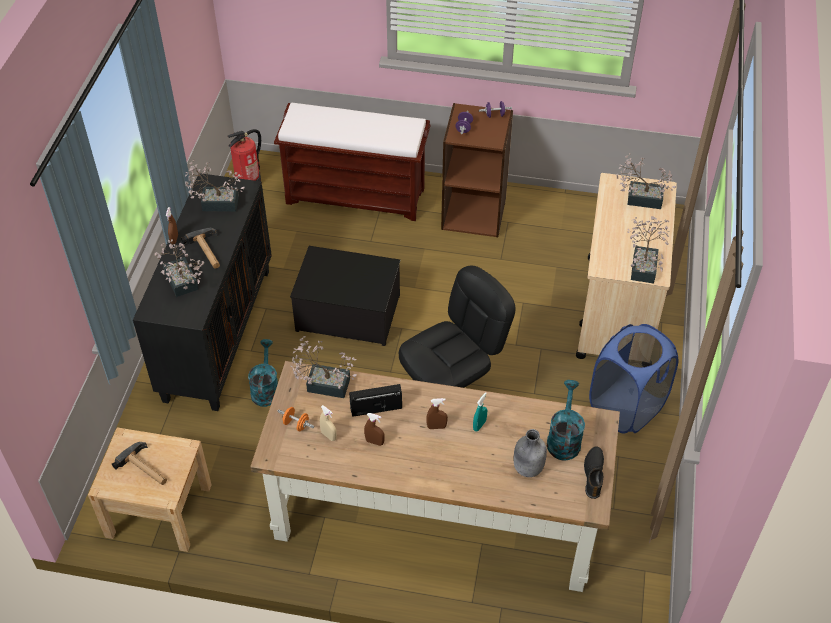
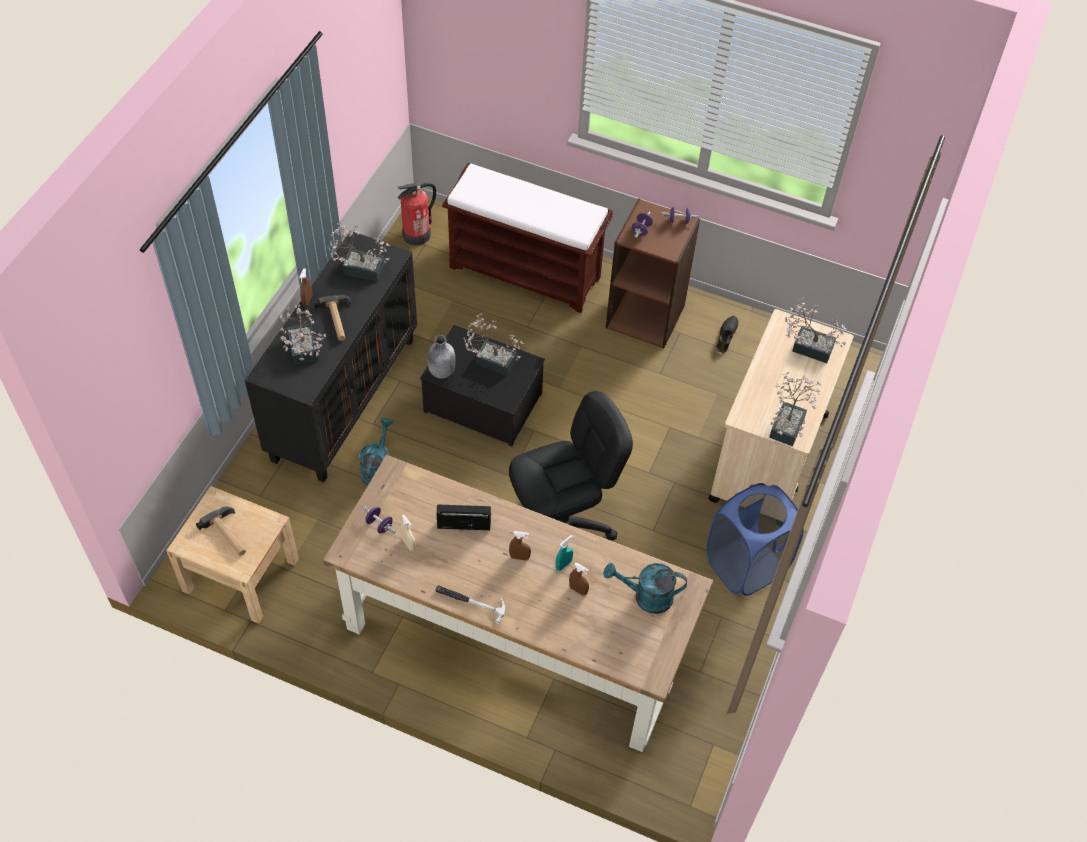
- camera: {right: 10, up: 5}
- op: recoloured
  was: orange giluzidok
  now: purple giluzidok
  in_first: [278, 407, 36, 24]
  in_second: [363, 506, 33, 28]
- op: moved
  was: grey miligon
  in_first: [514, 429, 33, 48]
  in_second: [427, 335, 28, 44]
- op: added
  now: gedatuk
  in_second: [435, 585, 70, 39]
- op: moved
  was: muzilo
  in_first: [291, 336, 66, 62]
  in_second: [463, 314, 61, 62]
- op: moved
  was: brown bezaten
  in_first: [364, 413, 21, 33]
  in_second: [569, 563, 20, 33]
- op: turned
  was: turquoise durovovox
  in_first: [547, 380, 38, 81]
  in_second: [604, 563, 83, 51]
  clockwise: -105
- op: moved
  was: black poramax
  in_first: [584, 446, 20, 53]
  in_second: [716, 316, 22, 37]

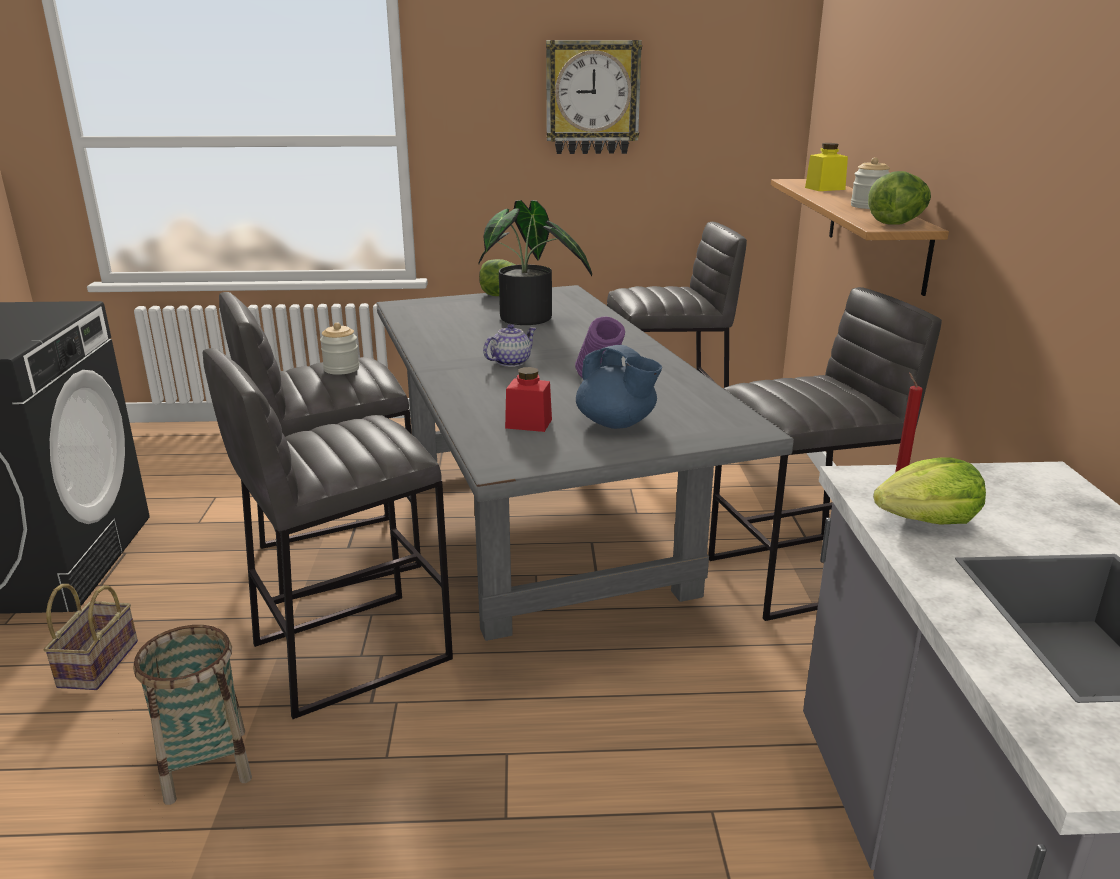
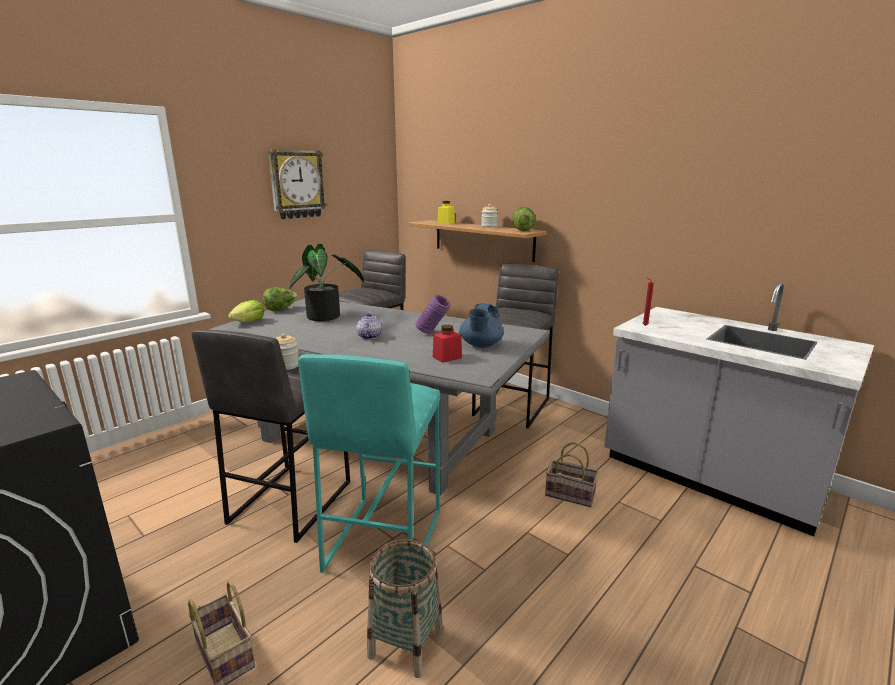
- camera: {right: -45, up: -5}
- op: moved
  was: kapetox
  in_first: [873, 457, 113, 67]
  in_second: [228, 300, 36, 22]
- op: recoloured
  was: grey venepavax
  now: turquoise venepavax
  in_first: [202, 348, 251, 371]
  in_second: [298, 354, 142, 219]
- op: turned
  was: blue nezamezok
  in_first: [576, 345, 86, 84]
  in_second: [459, 303, 45, 45]
  clockwise: 105
- op: added
  now: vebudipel
  in_second: [545, 442, 54, 65]

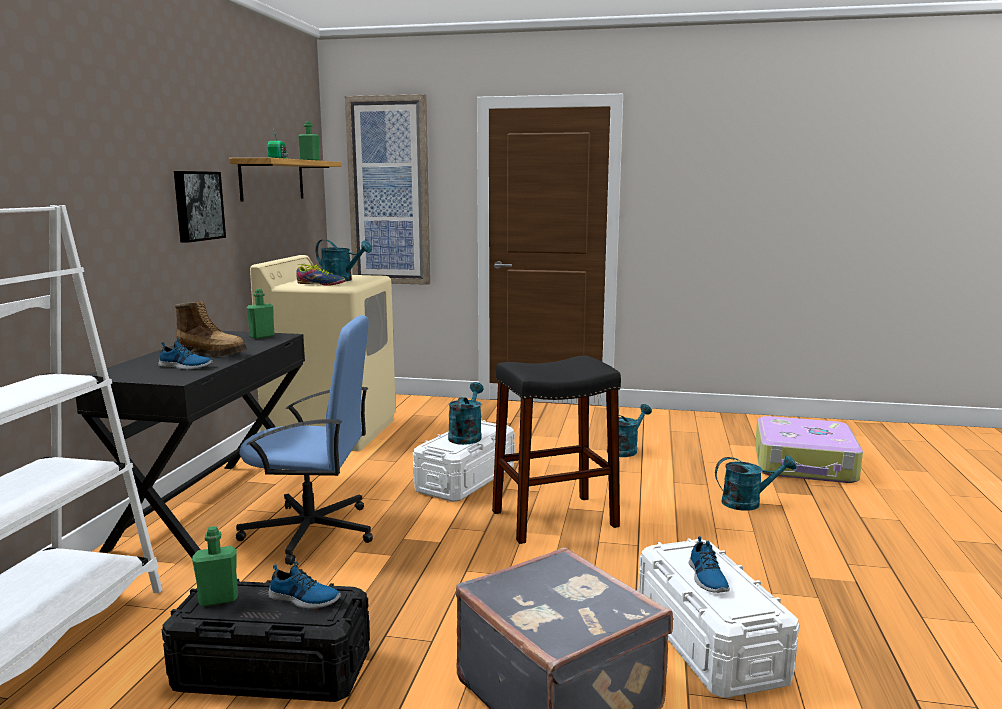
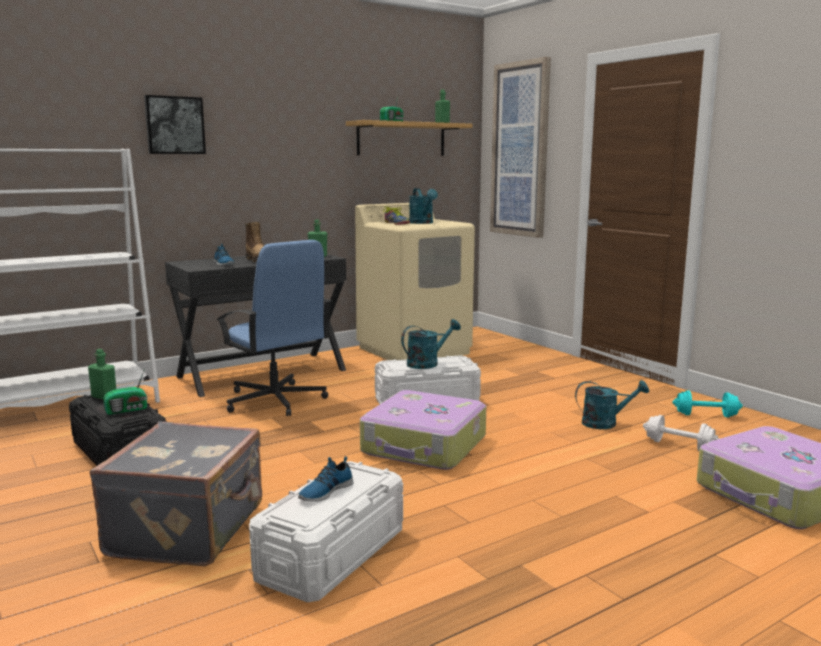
- camera: {right: 45, up: 0}
- op: replaced
  was: poramax
  now: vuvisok
  in_first: [269, 561, 72, 48]
  in_second: [103, 369, 44, 46]
- op: moved
  was: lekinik
  in_first: [174, 171, 52, 72]
  in_second: [144, 95, 62, 59]
- op: replaced
  was: black venepavax
  now: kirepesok
  in_first: [492, 355, 129, 189]
  in_second: [360, 390, 126, 80]
- op: added
  now: white giluzidok
  in_second: [643, 415, 77, 36]
- op: added
  now: turquoise giluzidok
  in_second: [672, 391, 71, 27]
- op: removed
  was: turquoise durovovox
  in_first: [715, 455, 82, 56]

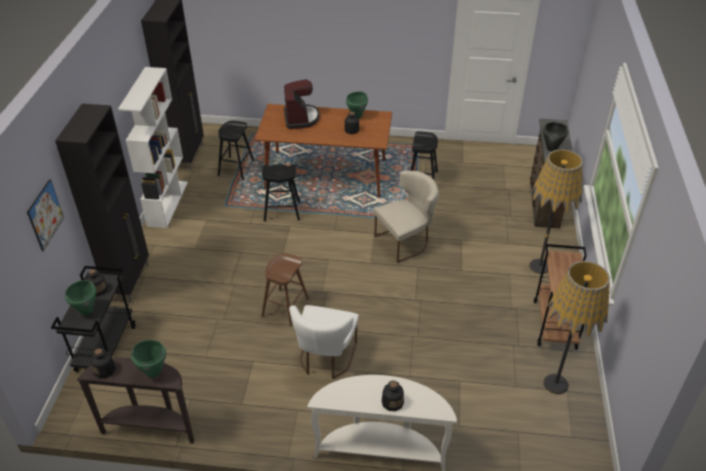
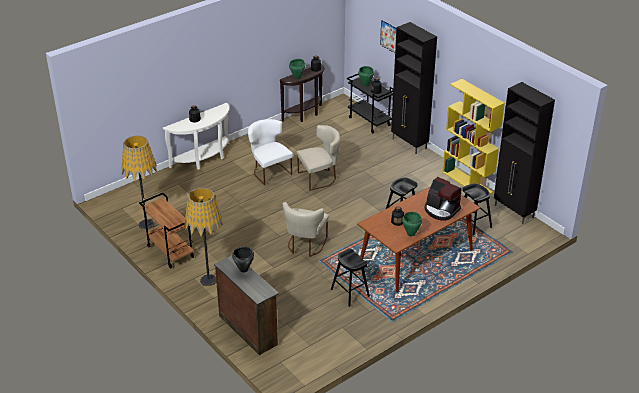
- camera: {right: 135, up: -5}
- op: replaced
  was: brown venepavax
  now: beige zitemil
  in_first: [261, 253, 48, 73]
  in_second: [297, 125, 44, 66]
- op: recoloured
  was: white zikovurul
  now: yellow zikovurul
  in_first: [118, 67, 70, 161]
  in_second: [442, 79, 63, 115]

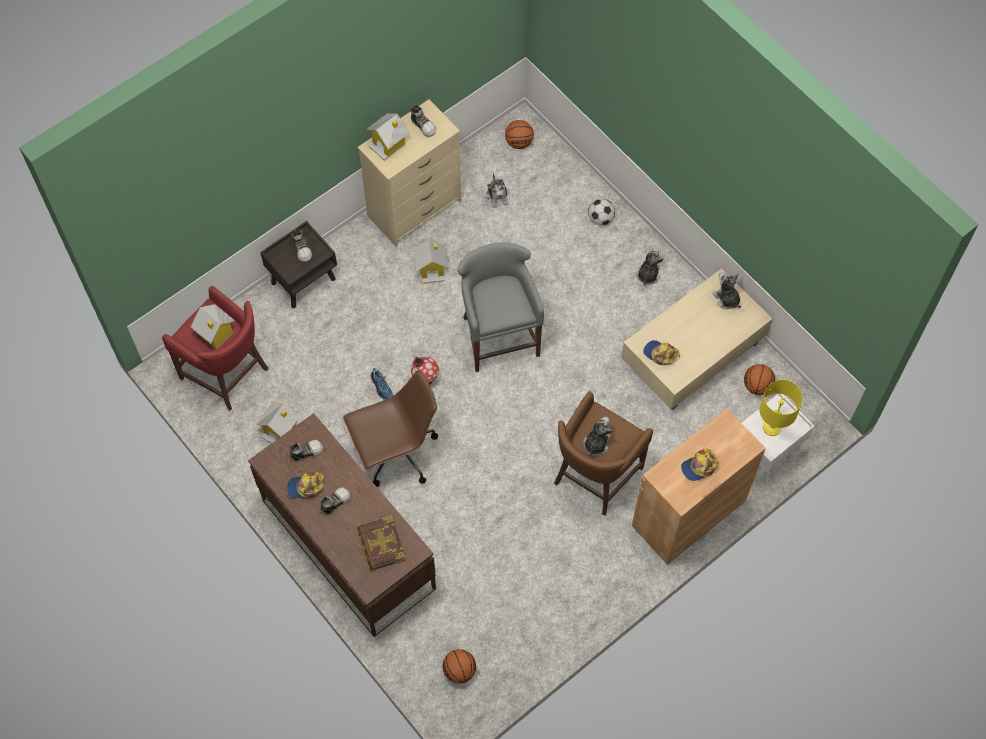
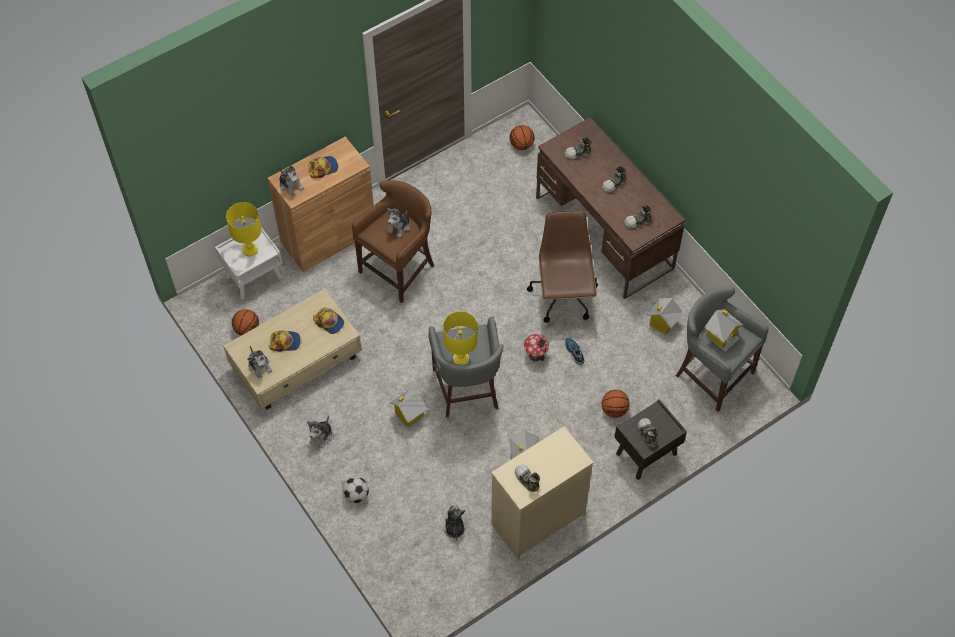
- camera: {right: -175, up: -5}
- op: moved
  was: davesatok
  in_first: [287, 472, 38, 26]
  in_second: [269, 331, 32, 21]
- op: added
  now: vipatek
  in_second: [279, 166, 25, 30]
- op: moved
  was: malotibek
  in_first: [366, 113, 43, 48]
  in_second: [390, 389, 37, 39]
- op: added
  now: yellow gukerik
  in_second: [443, 311, 35, 53]
- op: turned
  was: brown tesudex
  in_first: [343, 370, 95, 117]
  in_second: [527, 210, 71, 113]
  clockwise: 105
- op: replaced
  was: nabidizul
  now: poramax
  in_first: [357, 515, 49, 55]
  in_second: [565, 138, 26, 22]
- op: moved
  was: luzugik
  in_first: [505, 120, 29, 29]
  in_second: [602, 390, 28, 28]
- op: recoloured
  was: red venepavax
  now: grey venepavax
  in_first: [162, 286, 107, 125]
  in_second: [676, 287, 93, 125]

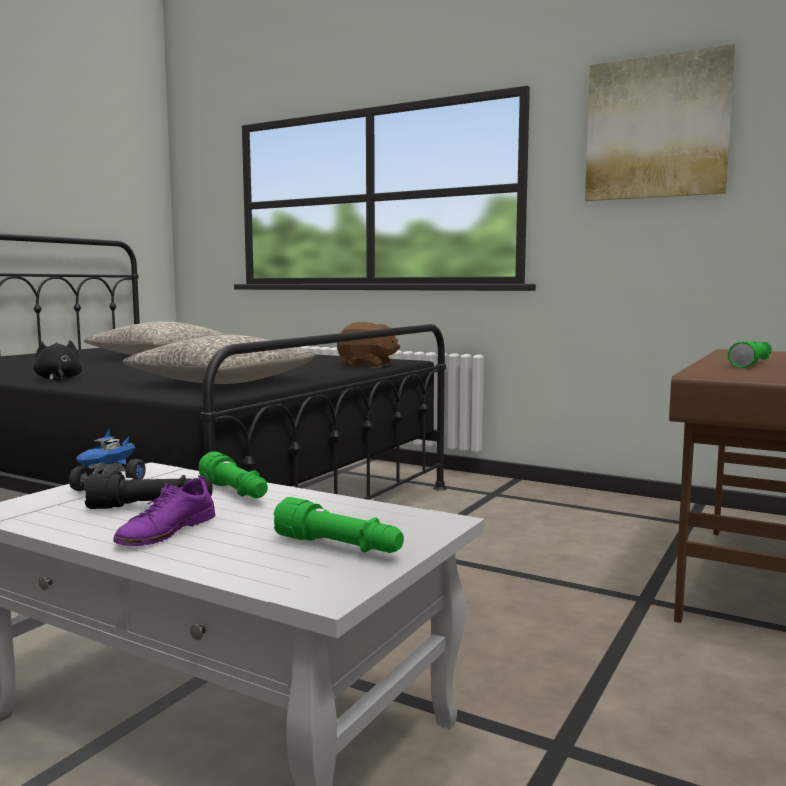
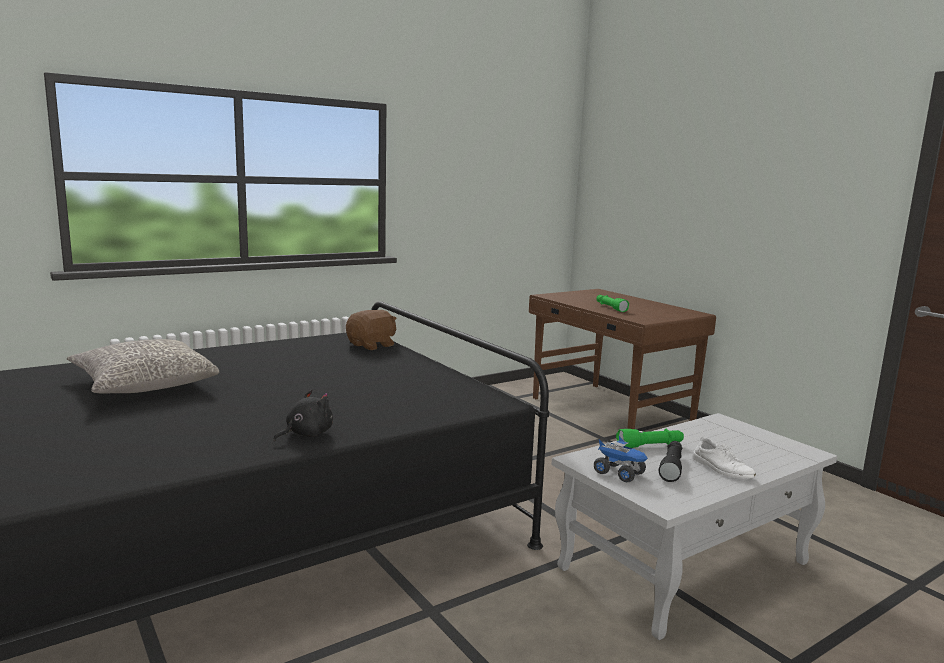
- camera: {right: -65, up: 5}
- op: turned
  was: black vipatek
  in_first: [33, 340, 49, 40]
  in_second: [273, 390, 60, 51]
  clockwise: 135
- op: recoloured
  was: purple poramax
  now: white poramax
  in_first: [113, 475, 102, 71]
  in_second: [692, 436, 64, 43]
- op: removed
  was: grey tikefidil
  in_first: [123, 335, 193, 49]
- op: removed
  was: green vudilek
  in_first: [274, 497, 130, 56]
- op: removed
  was: lekinik
  in_first: [585, 44, 150, 157]

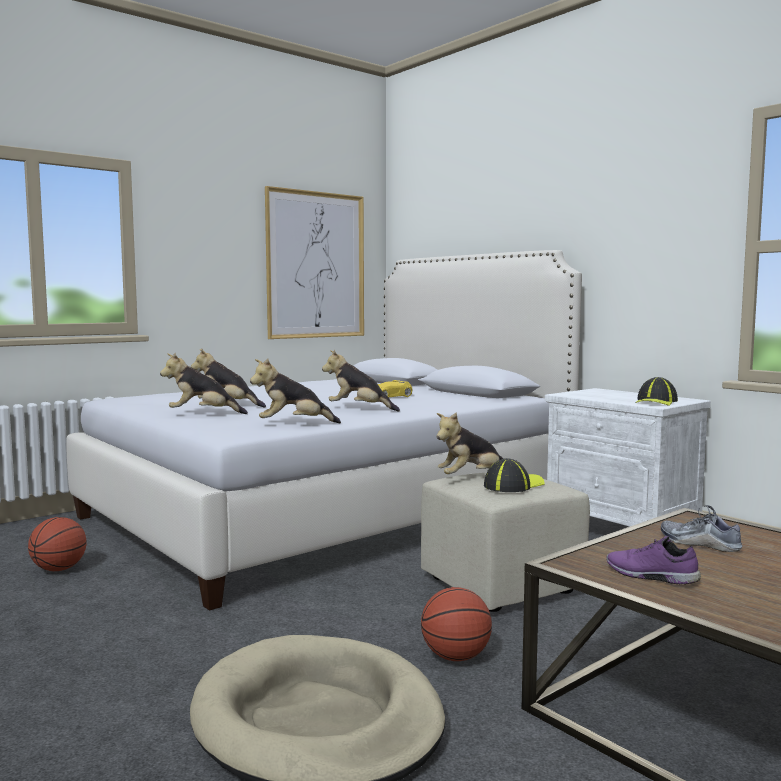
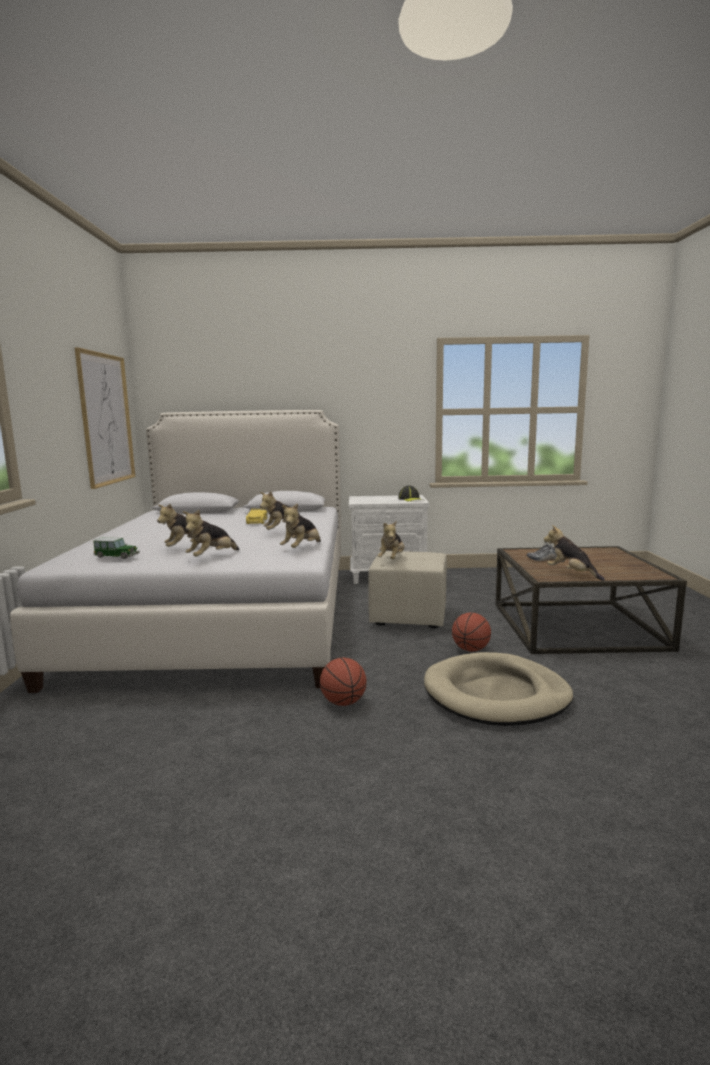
- camera: {right: -50, up: 5}
- op: added
  now: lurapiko
  in_second: [93, 537, 47, 22]
- op: moved
  was: luzugik
  in_first: [28, 517, 59, 54]
  in_second: [320, 657, 47, 49]
- op: replaced
  was: purple poramax
  now: vipatek
  in_first: [606, 536, 95, 49]
  in_second: [544, 525, 61, 56]
- op: removed
  was: davesatok
  in_first: [484, 458, 61, 34]

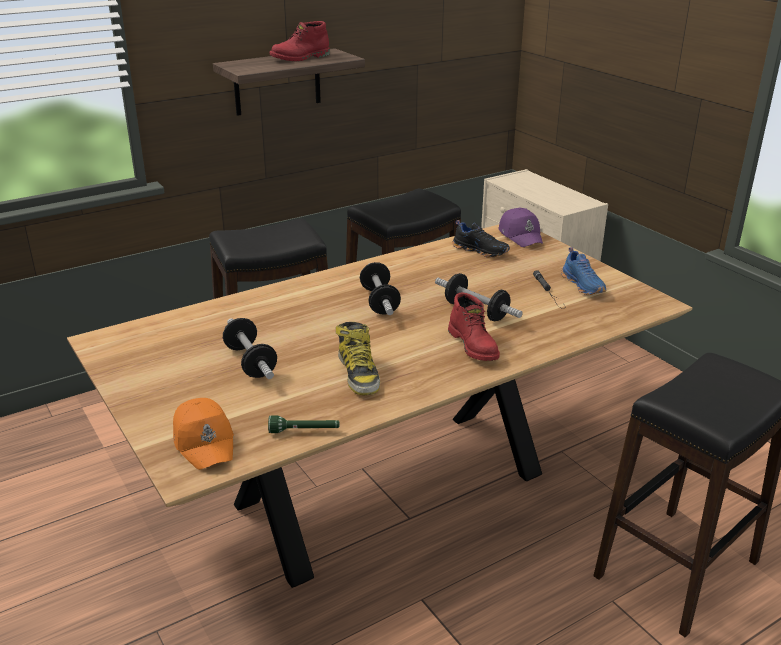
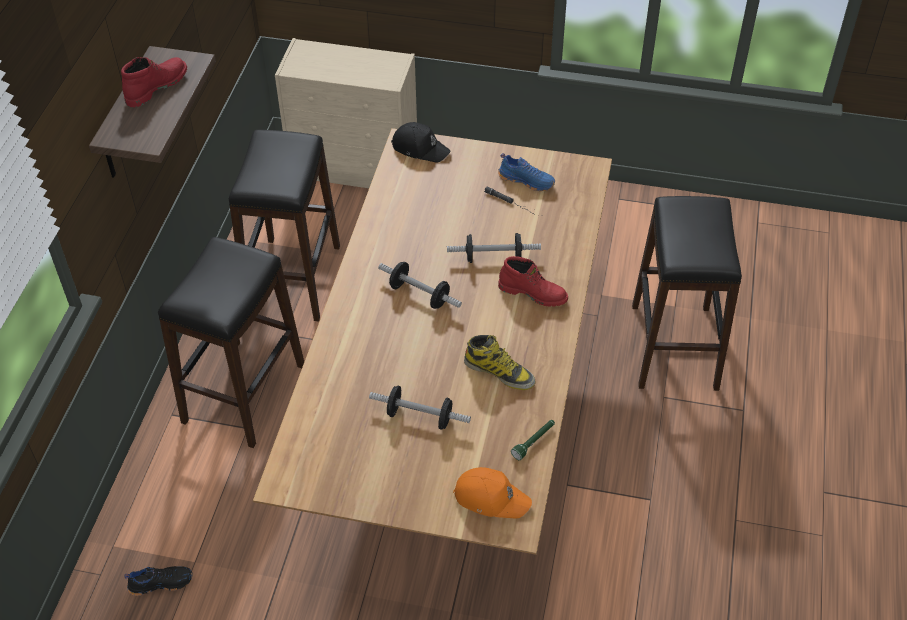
- camera: {right: -45, up: 20}
- op: turned
  was: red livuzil
  in_first: [269, 21, 61, 40]
  in_second: [121, 57, 66, 50]
  clockwise: -150
- op: moved
  was: black poramax
  in_first: [452, 220, 58, 37]
  in_second: [125, 566, 67, 30]
- op: recoloured
  was: purple davesatok
  now: black davesatok
  in_first: [499, 207, 44, 40]
  in_second: [391, 122, 60, 41]

